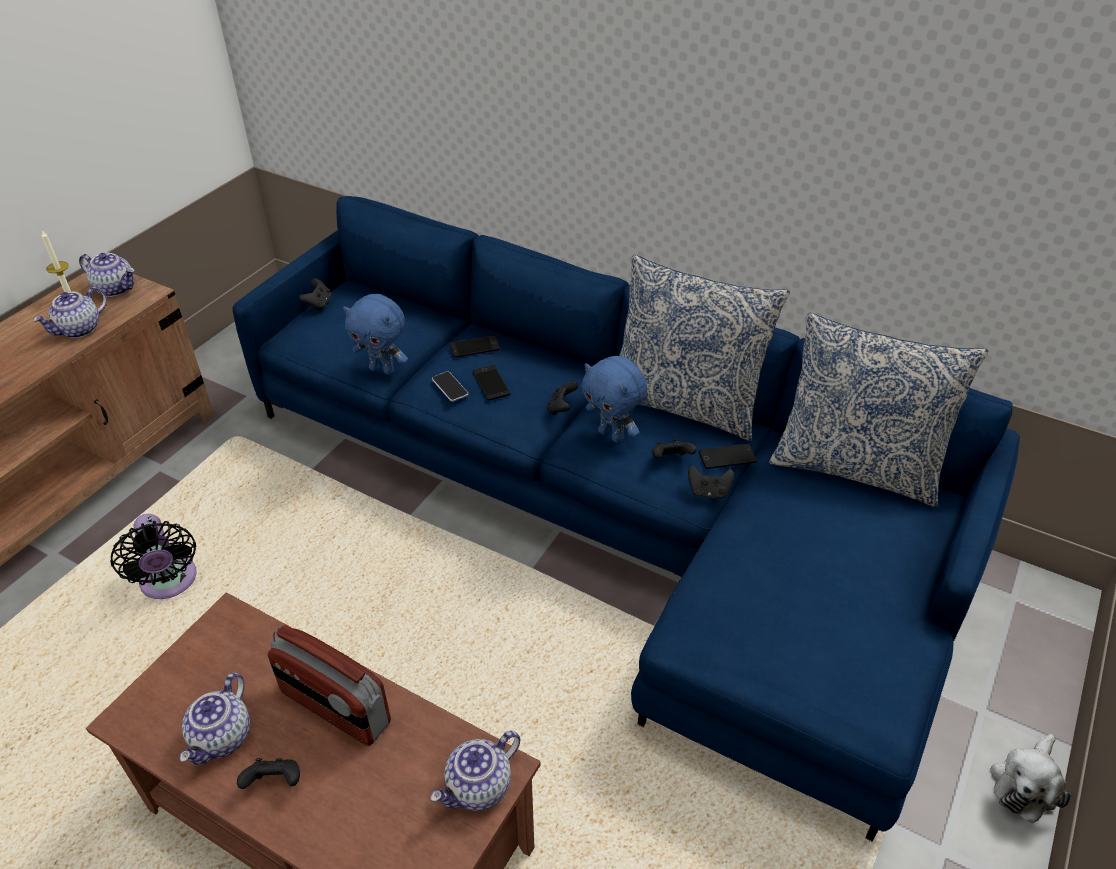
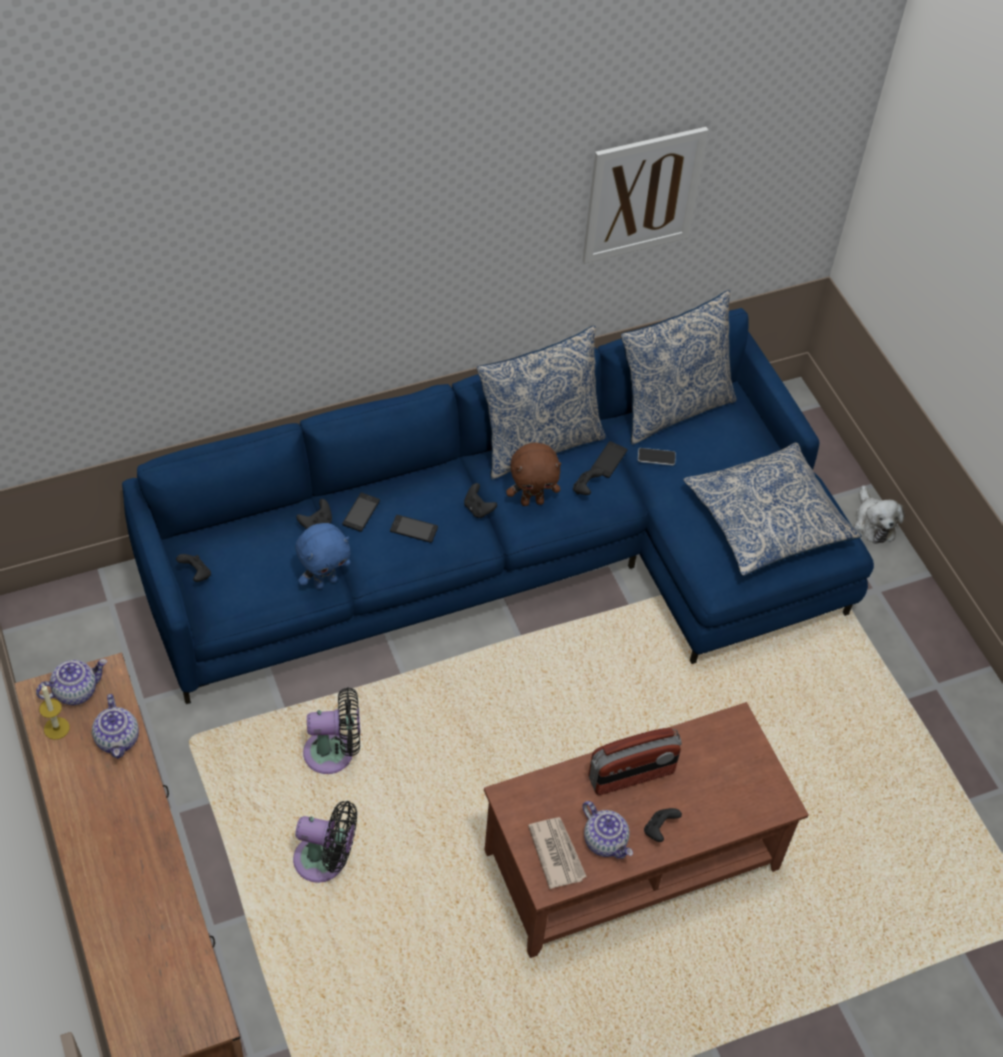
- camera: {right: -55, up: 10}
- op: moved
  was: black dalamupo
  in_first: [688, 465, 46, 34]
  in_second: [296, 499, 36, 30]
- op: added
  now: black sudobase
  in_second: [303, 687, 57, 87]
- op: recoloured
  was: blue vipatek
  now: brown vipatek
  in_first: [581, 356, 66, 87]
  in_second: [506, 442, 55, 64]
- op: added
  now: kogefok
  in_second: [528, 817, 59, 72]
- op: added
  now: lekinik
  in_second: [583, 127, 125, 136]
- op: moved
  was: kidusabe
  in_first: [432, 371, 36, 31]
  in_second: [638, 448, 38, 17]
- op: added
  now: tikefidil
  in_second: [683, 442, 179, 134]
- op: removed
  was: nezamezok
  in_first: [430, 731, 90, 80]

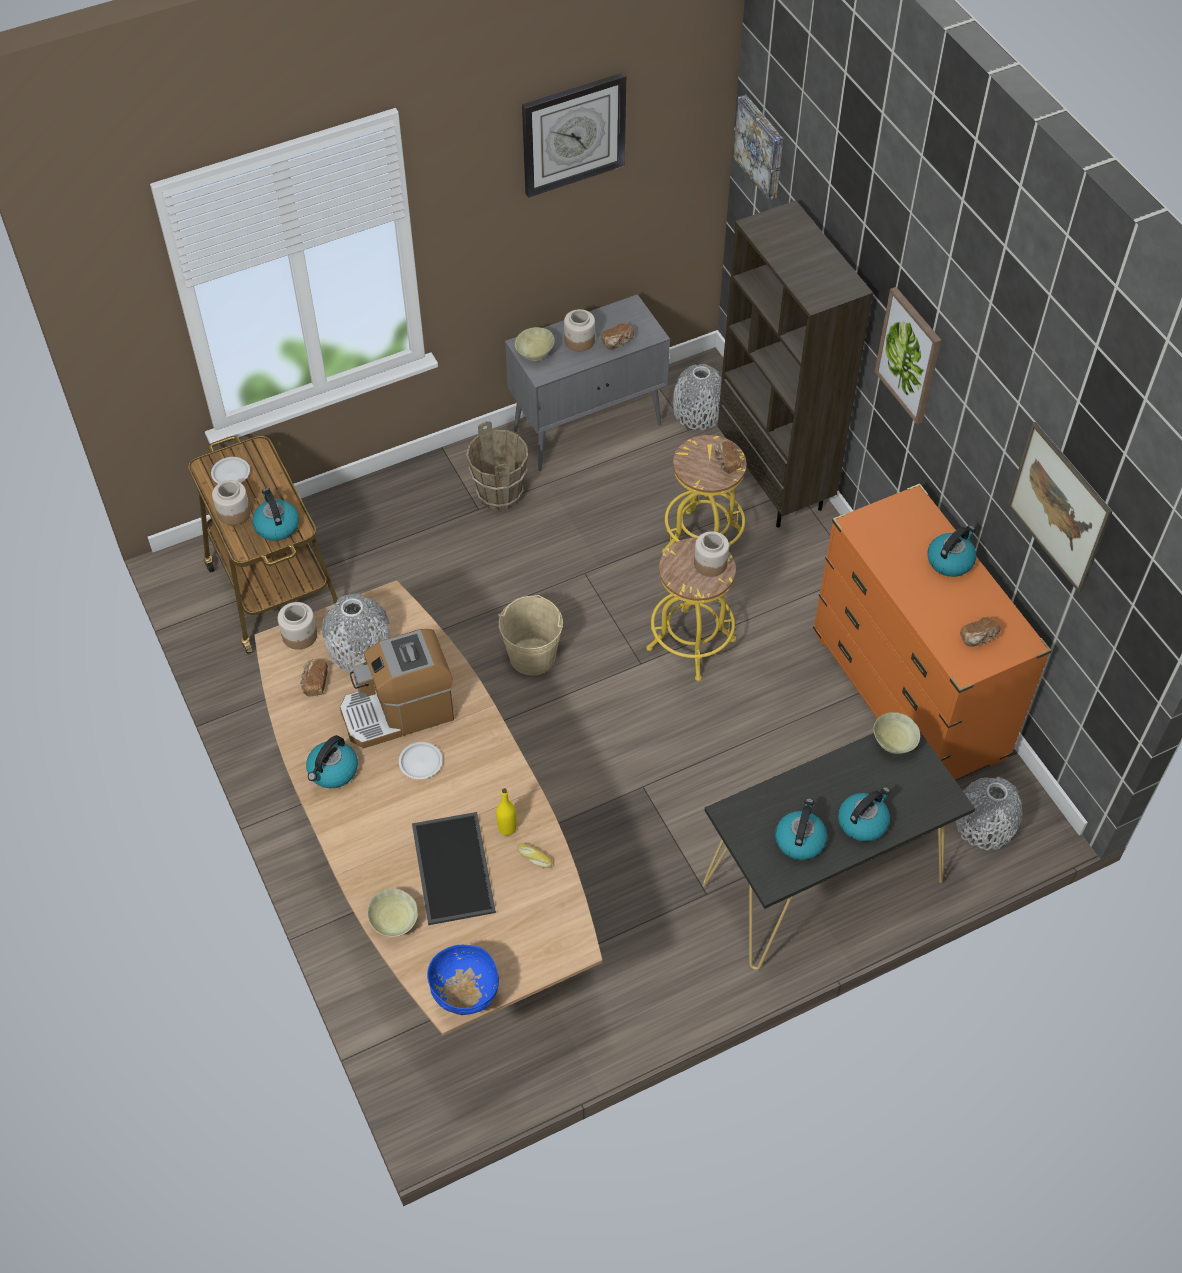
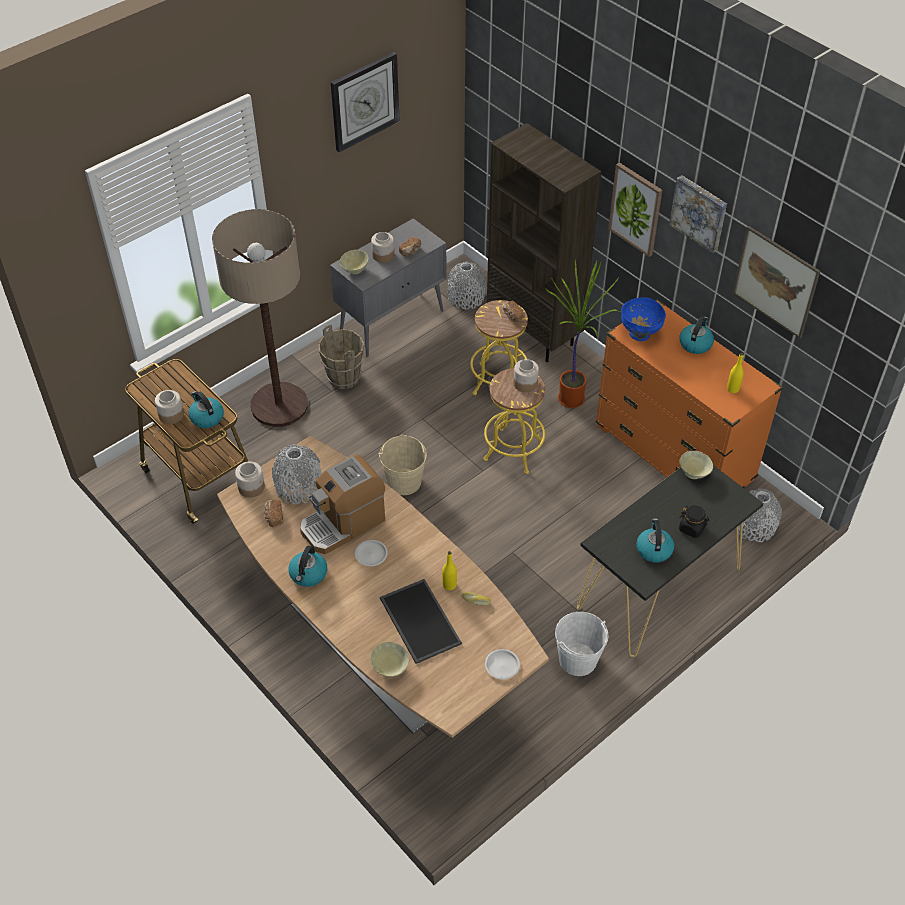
- camera: {right: -15, up: -5}
- op: added
  now: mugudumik
  in_second: [212, 209, 96, 218]
- op: moved
  was: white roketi
  in_first: [211, 457, 39, 27]
  in_second: [485, 649, 35, 31]
- op: added
  now: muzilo
  in_second: [546, 260, 74, 148]
- op: added
  now: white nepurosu
  in_second: [555, 612, 53, 64]
- op: moved
  was: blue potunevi
  in_first: [427, 945, 72, 70]
  in_second: [621, 297, 45, 44]
- op: moved
  was: lekinik
  in_first: [733, 95, 50, 105]
  in_second: [669, 175, 58, 78]
- op: replaced
  was: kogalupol
  now: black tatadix
  in_first: [838, 787, 52, 55]
  in_second: [679, 505, 31, 33]
- op: replaced
  was: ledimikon
  now: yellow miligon
  in_first: [960, 617, 40, 30]
  in_second: [727, 353, 17, 40]

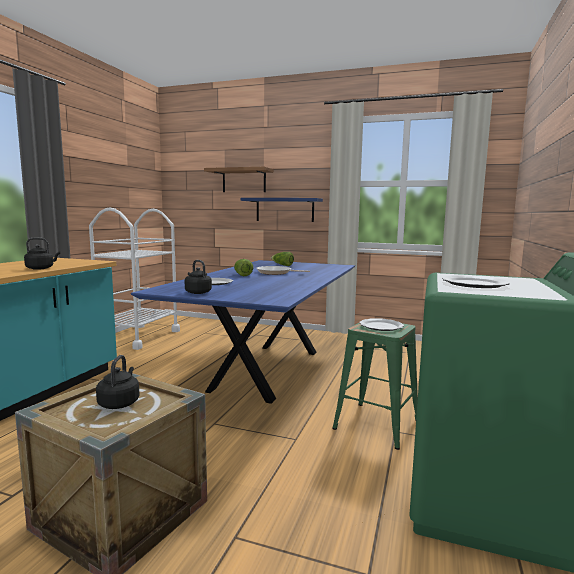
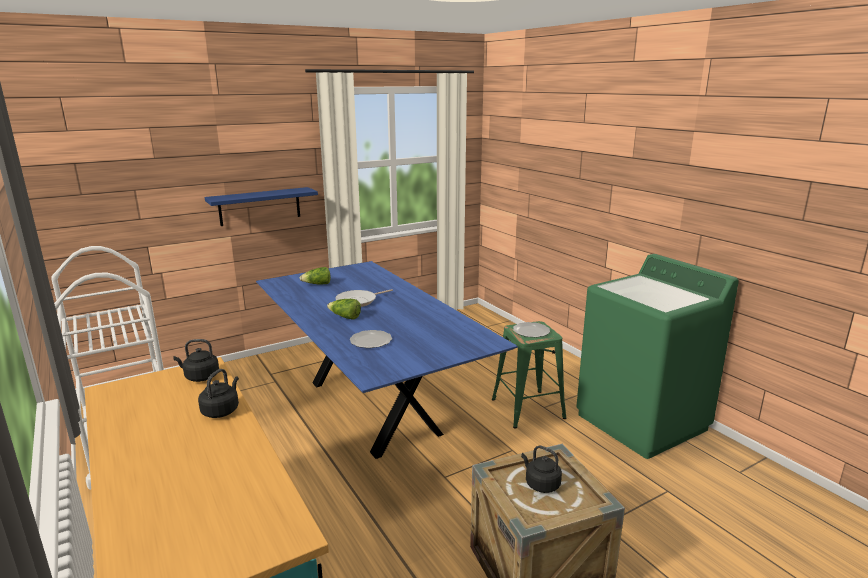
- camera: {right: -50, up: 10}
- op: moved
  was: black kogalupol
  in_first: [185, 260, 27, 34]
  in_second: [173, 339, 46, 43]
- op: removed
  was: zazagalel
  in_first: [204, 167, 70, 25]
- op: removed
  was: roketi
  in_first: [442, 275, 68, 13]

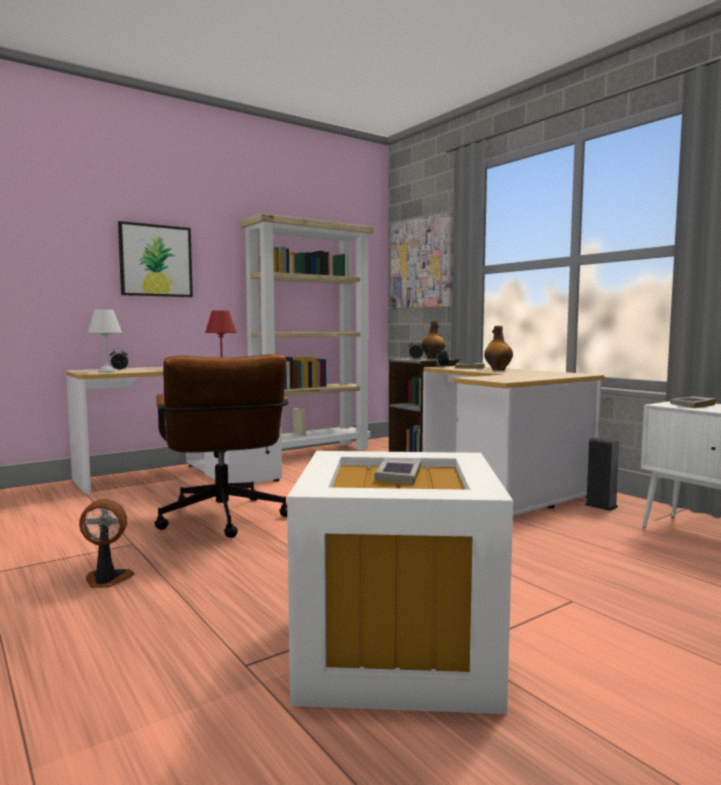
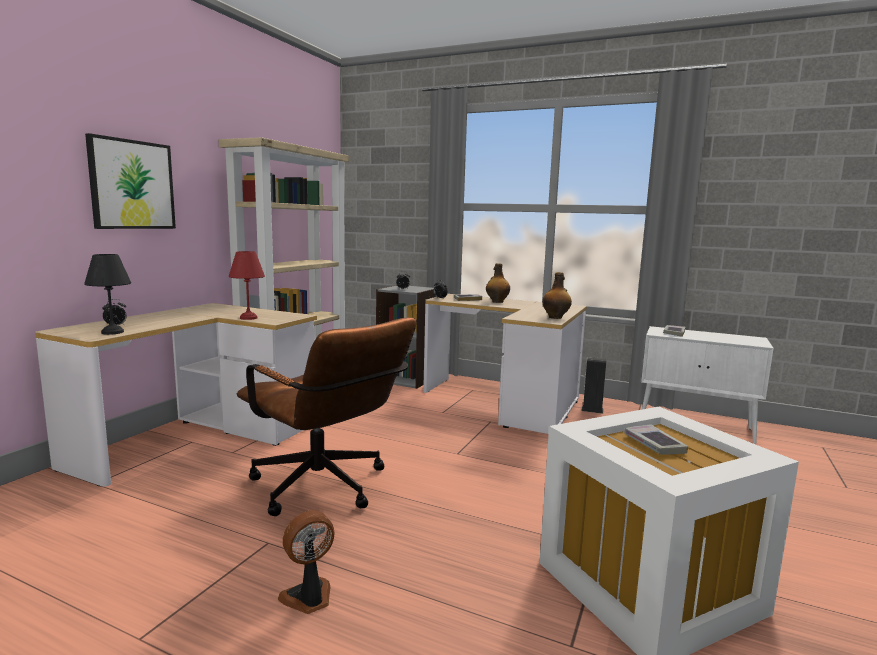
- camera: {right: -30, up: 5}
- op: recoloured
  was: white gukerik
  now: black gukerik
  in_first: [88, 310, 34, 63]
  in_second: [84, 254, 47, 81]
- op: moved
  was: miligon
  in_first: [422, 321, 23, 38]
  in_second: [542, 272, 30, 47]
- op: removed
  was: lekinik
  in_first: [391, 211, 62, 98]

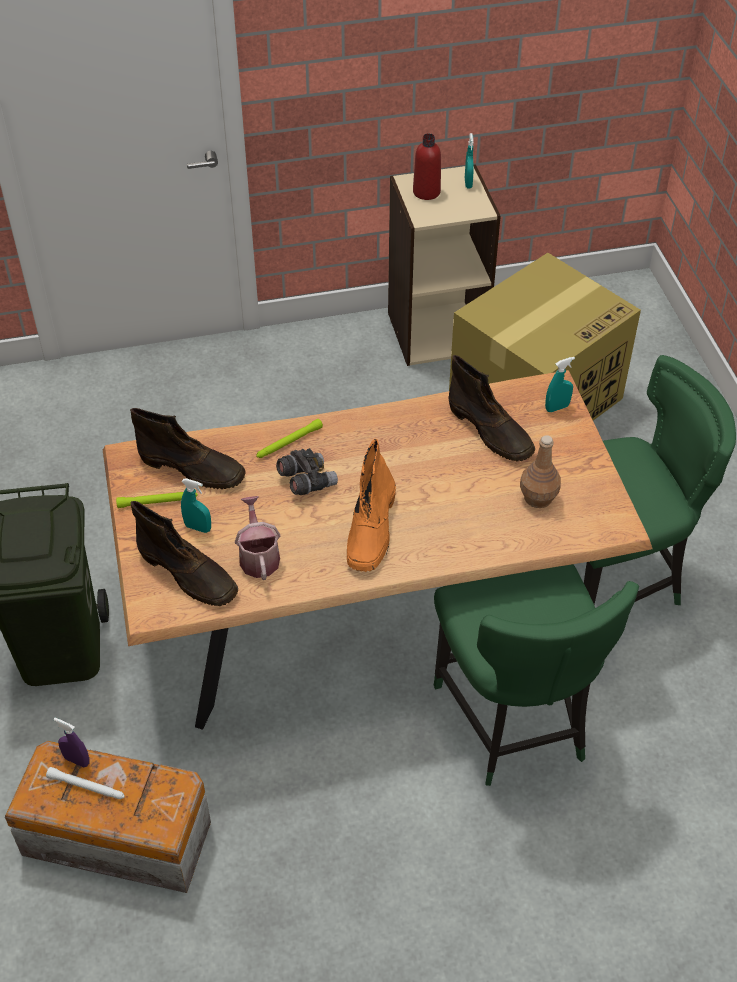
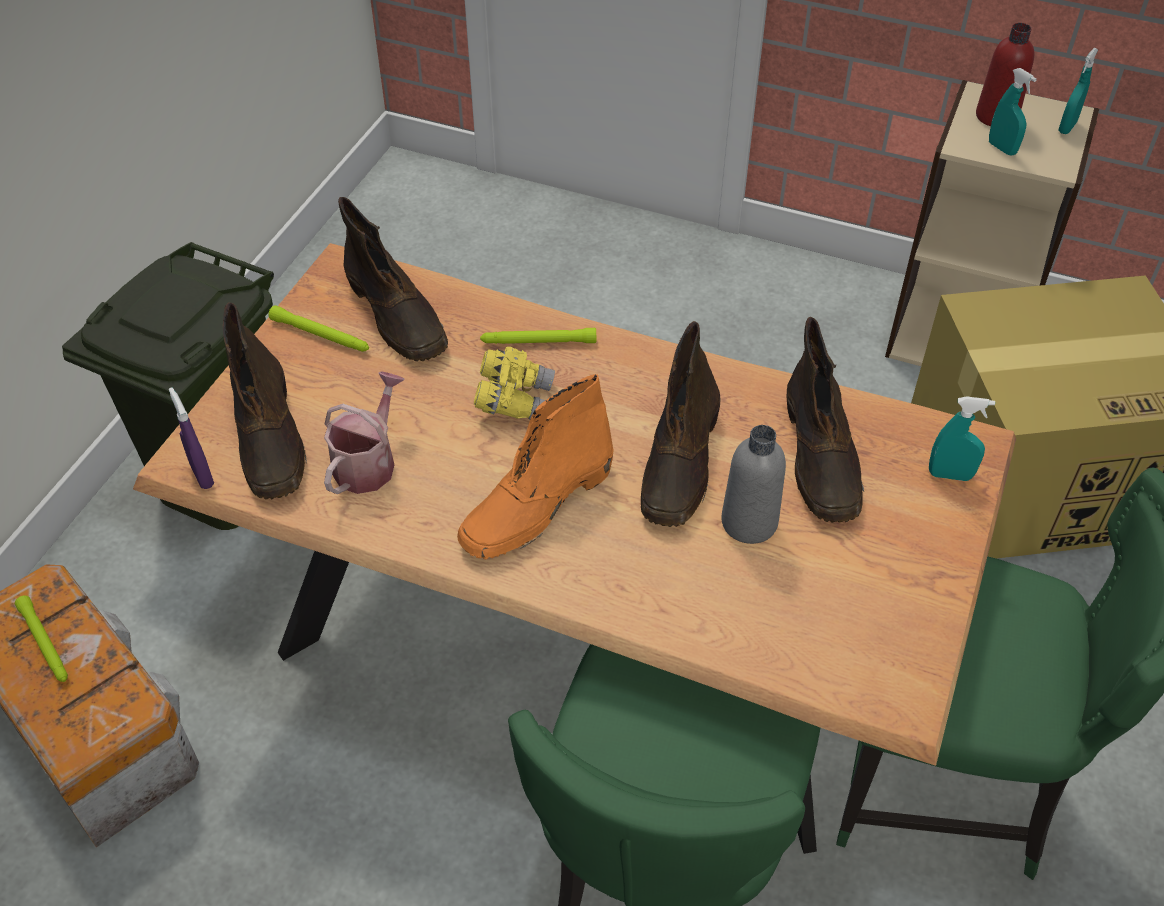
- camera: {right: 35, up: 0}
- op: recoloured
  was: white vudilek
  now: green vudilek
  in_first: [46, 767, 79, 32]
  in_second: [15, 596, 53, 86]
- op: moved
  was: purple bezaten
  in_first: [54, 718, 36, 50]
  in_second: [169, 387, 45, 102]
- op: recoloured
  was: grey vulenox
  now: yellow vulenox
  in_first: [276, 448, 62, 47]
  in_second: [474, 347, 81, 73]
- op: added
  now: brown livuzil
  in_second: [641, 321, 79, 206]
- op: added
  now: grey miligon
  in_second: [721, 425, 65, 119]
- op: moved
  was: turquoise bezaten
  in_first: [181, 478, 30, 55]
  in_second: [989, 68, 48, 88]
- op: removed
  was: brown miligon
  in_first: [520, 435, 41, 73]

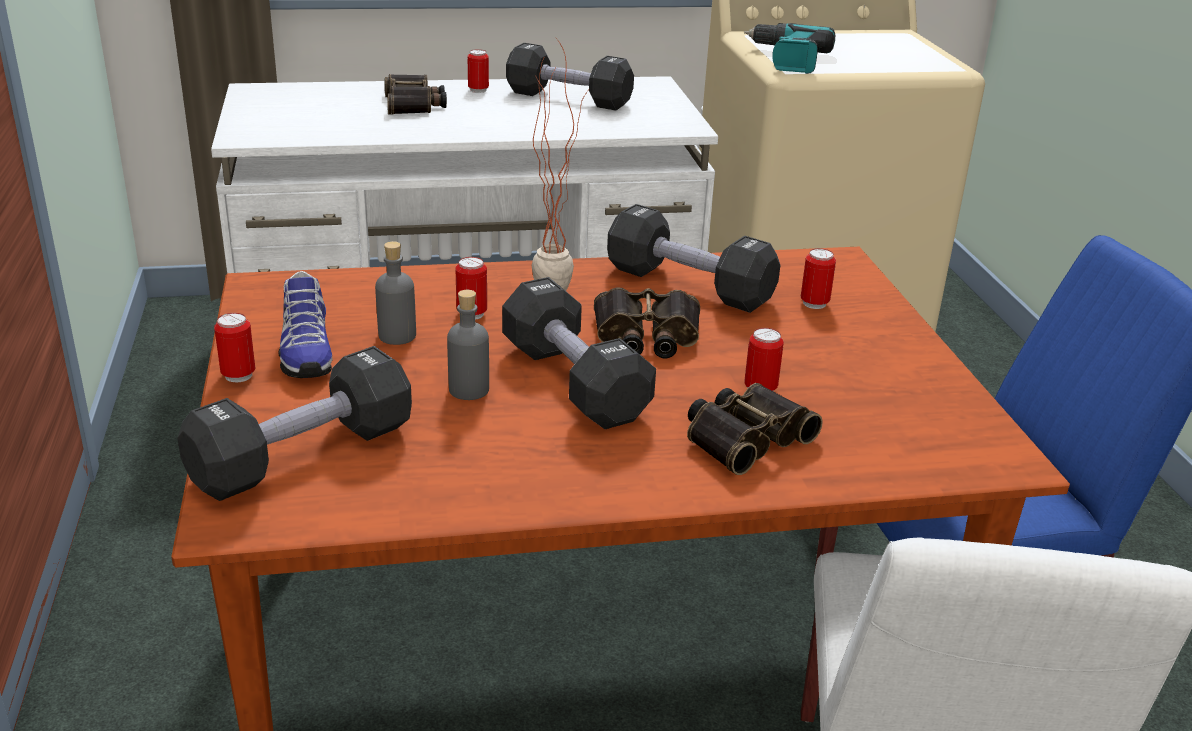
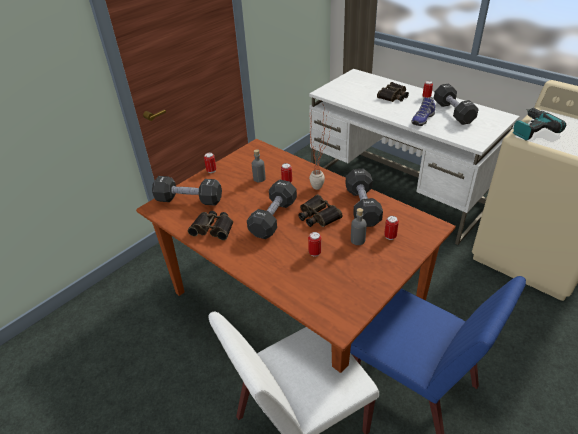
- camera: {right: 55, up: 10}
- op: moved
  was: vulenox
  in_first: [687, 383, 136, 92]
  in_second: [188, 211, 45, 29]
- op: moved
  was: grey miligon
  in_first: [447, 290, 42, 110]
  in_second: [351, 208, 16, 37]
- op: moved
  was: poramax
  in_first: [278, 271, 55, 107]
  in_second: [412, 97, 23, 29]

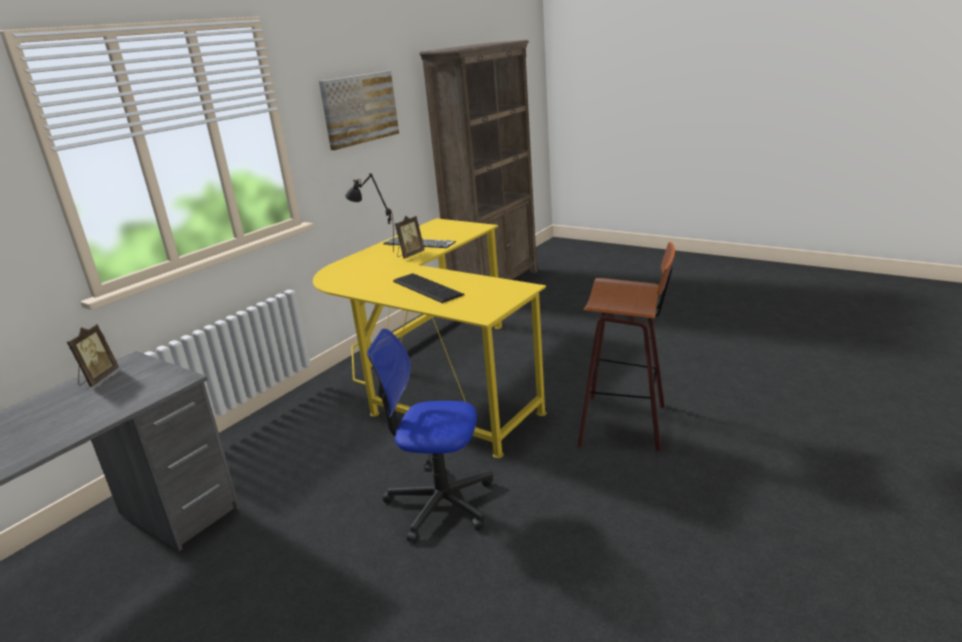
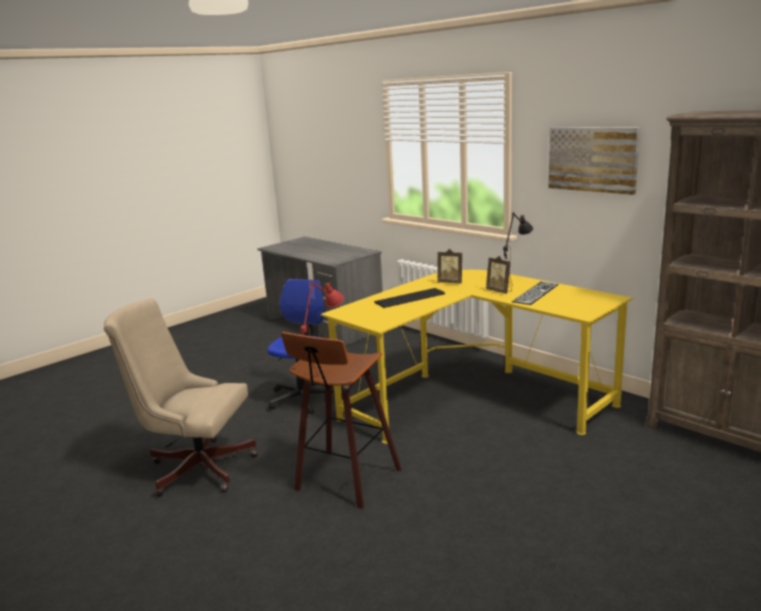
- camera: {right: 100, up: -5}
- op: added
  now: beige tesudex
  in_second: [104, 298, 154, 199]
- op: added
  now: red gukerik
  in_second: [300, 281, 44, 95]
- op: moved
  was: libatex
  in_first: [67, 324, 52, 63]
  in_second: [437, 249, 25, 35]

